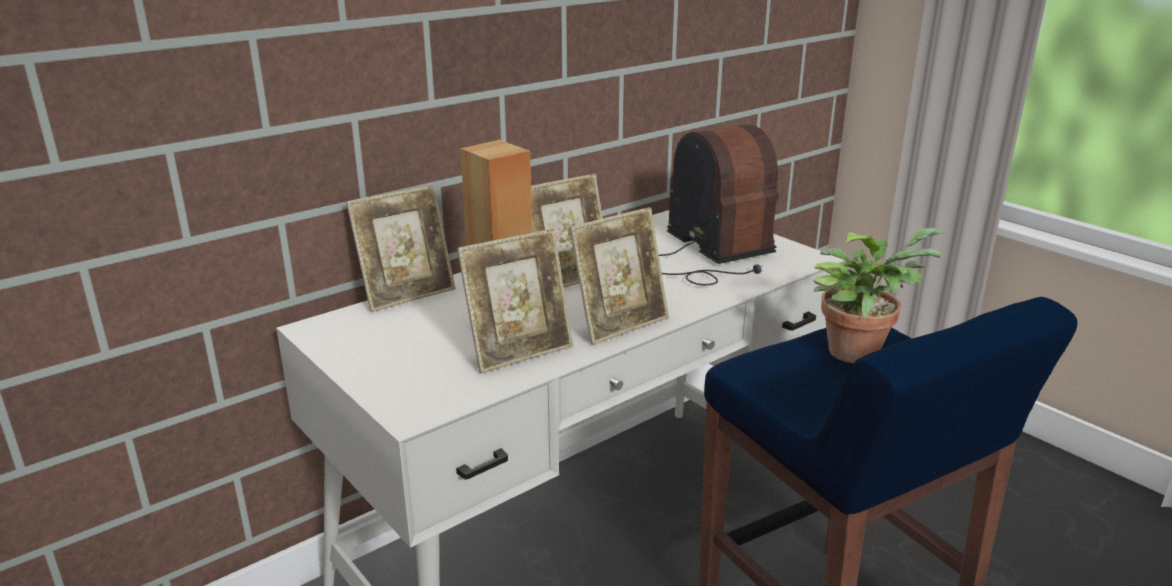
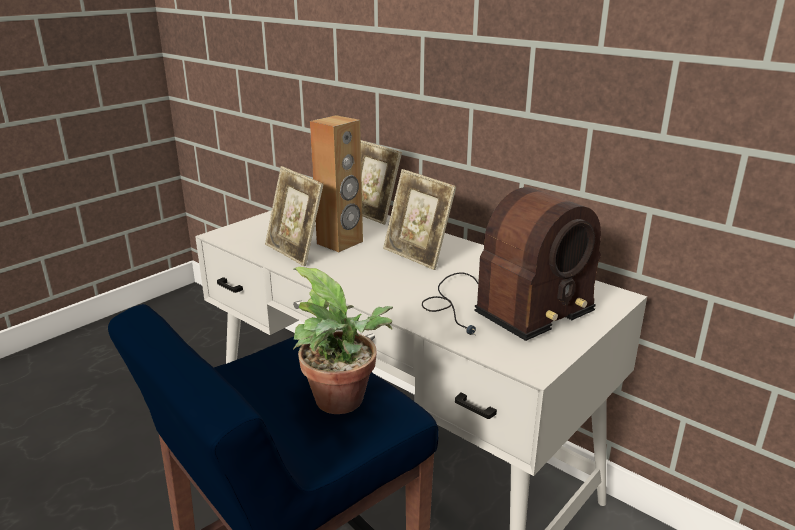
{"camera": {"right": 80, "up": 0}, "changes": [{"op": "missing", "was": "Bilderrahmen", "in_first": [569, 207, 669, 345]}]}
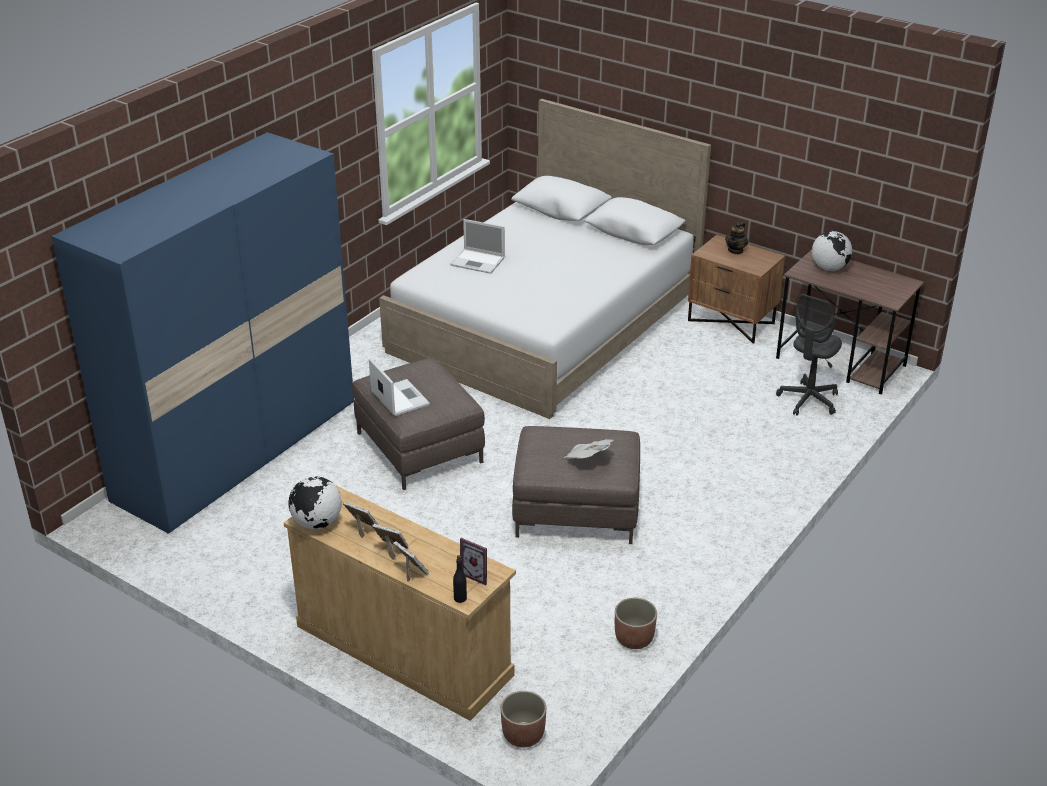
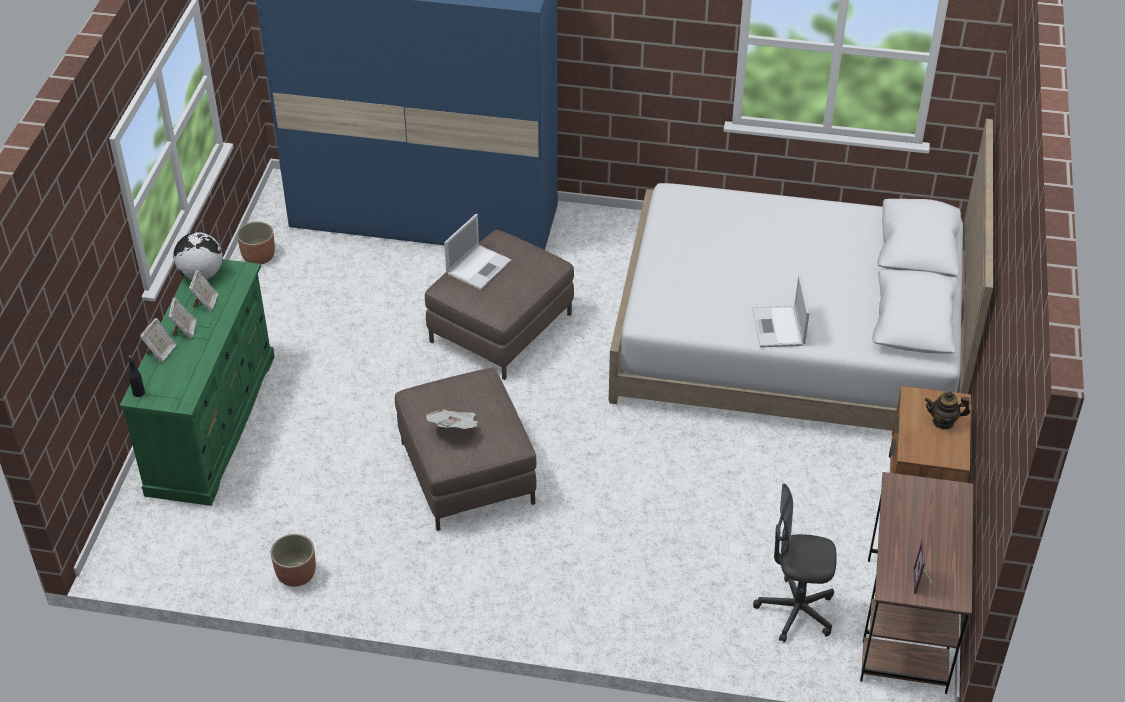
{"camera": {"right": 65, "up": 10}, "changes": [{"op": "missing", "was": "Globus", "in_first": [812, 231, 852, 271]}, {"op": "relocated", "was": "Laptop", "in_first": [450, 219, 505, 274], "in_second": [753, 275, 810, 348]}, {"op": "relocated", "was": "Bilderrahmen", "in_first": [460, 538, 487, 585], "in_second": [913, 539, 933, 594]}, {"op": "relocated", "was": "Pflanzkübel", "in_first": [501, 691, 546, 748], "in_second": [237, 221, 275, 264]}, {"op": "colour", "was": "Kommode [beige]", "now": "Kommode [grün]", "in_first": [284, 485, 516, 721], "in_second": [120, 259, 275, 506]}]}
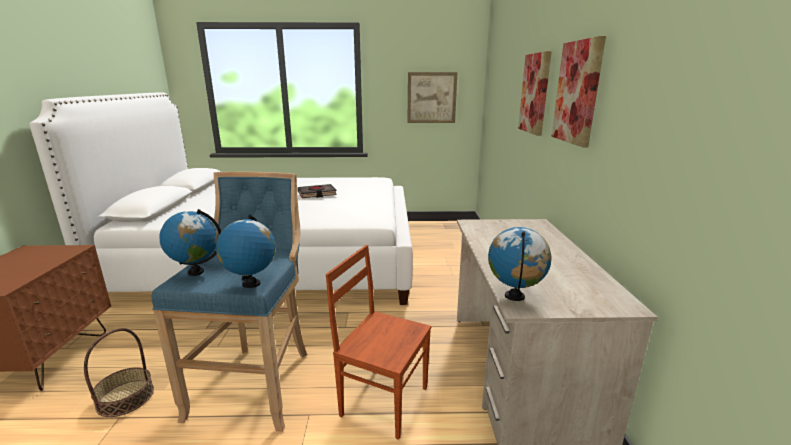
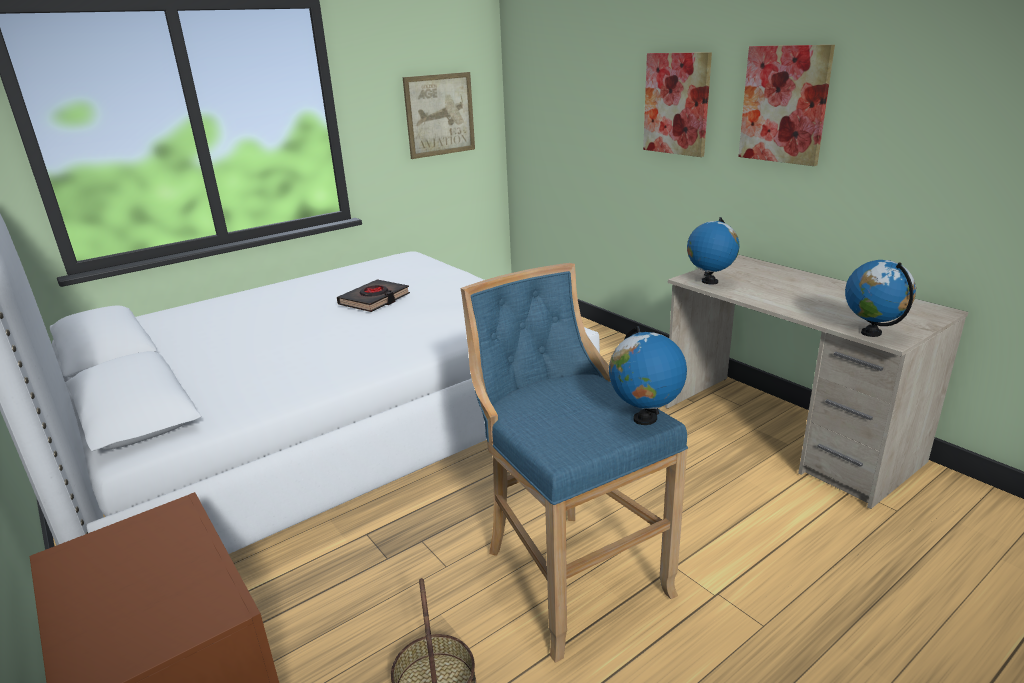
{"camera": {"right": -35, "up": 5}, "changes": [{"op": "missing", "was": "Stuhl [braun]", "in_first": [326, 245, 431, 440]}, {"op": "relocated", "was": "Globus", "in_first": [159, 209, 221, 276], "in_second": [687, 217, 739, 285]}]}
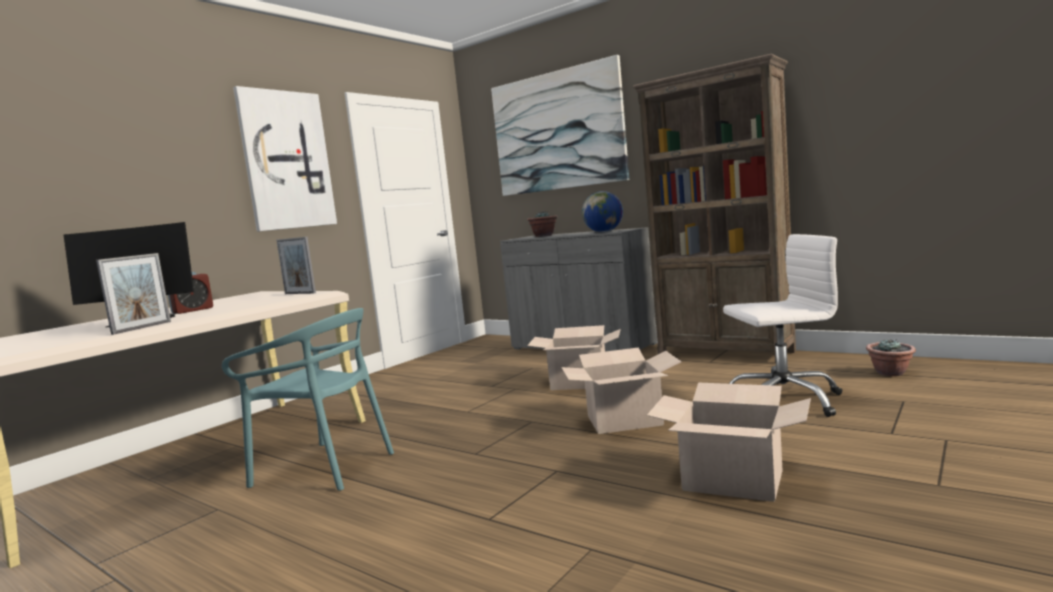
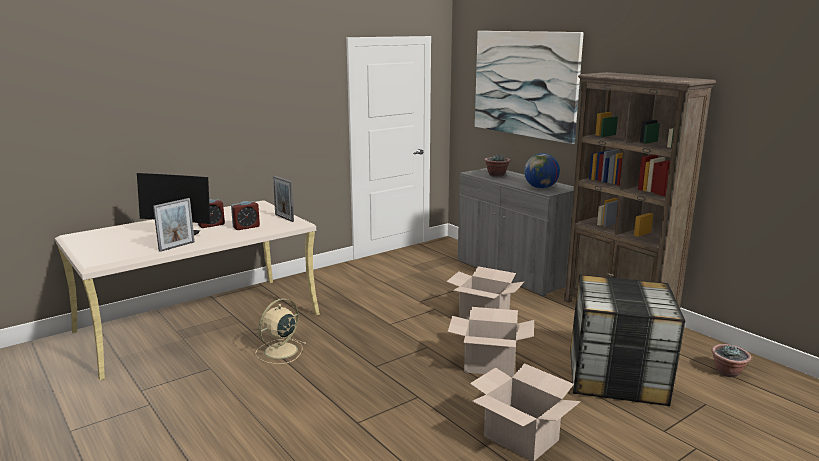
{"camera": {"right": 15, "up": 10}, "changes": [{"op": "missing", "was": "Bild", "in_first": [233, 86, 337, 232]}, {"op": "appeared", "now": "Wecker", "in_second": [231, 201, 260, 230]}, {"op": "exchanged", "was": "Stuhl [türkis]", "now": "Ventilator [beige]", "in_first": [222, 308, 394, 491], "in_second": [255, 298, 306, 364]}, {"op": "exchanged", "was": "Bürostuhl [weiß]", "now": "Aufbewahrungsbox", "in_first": [723, 234, 843, 417], "in_second": [570, 274, 685, 406]}]}
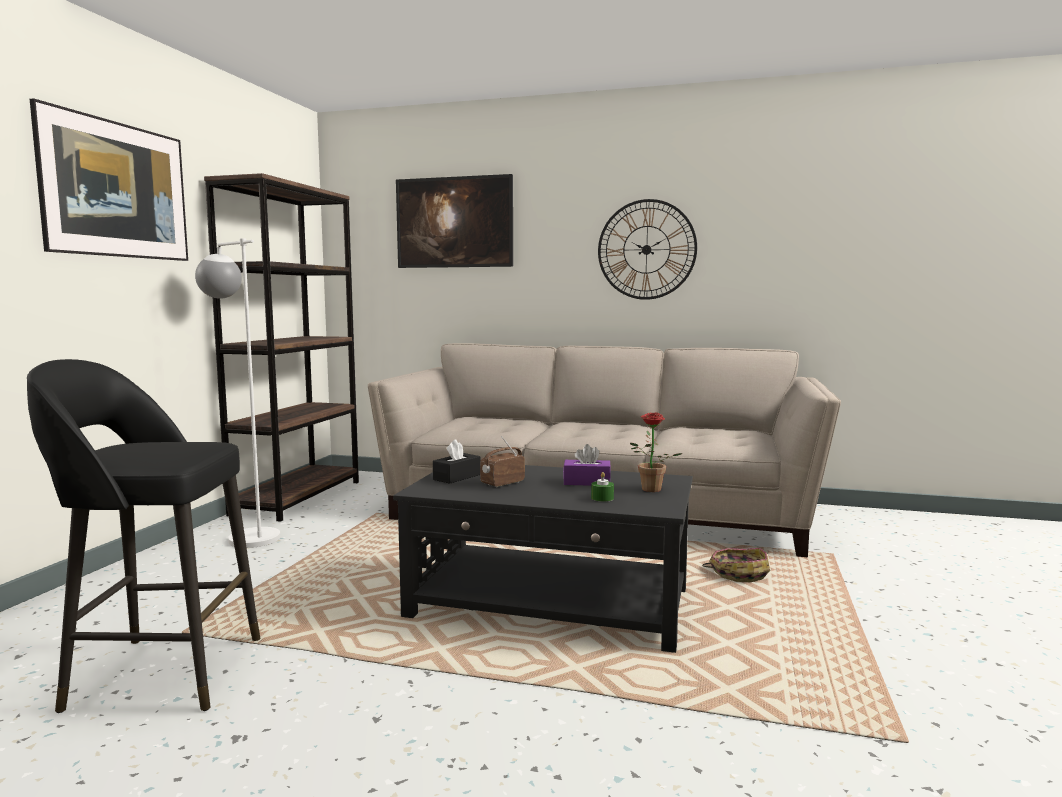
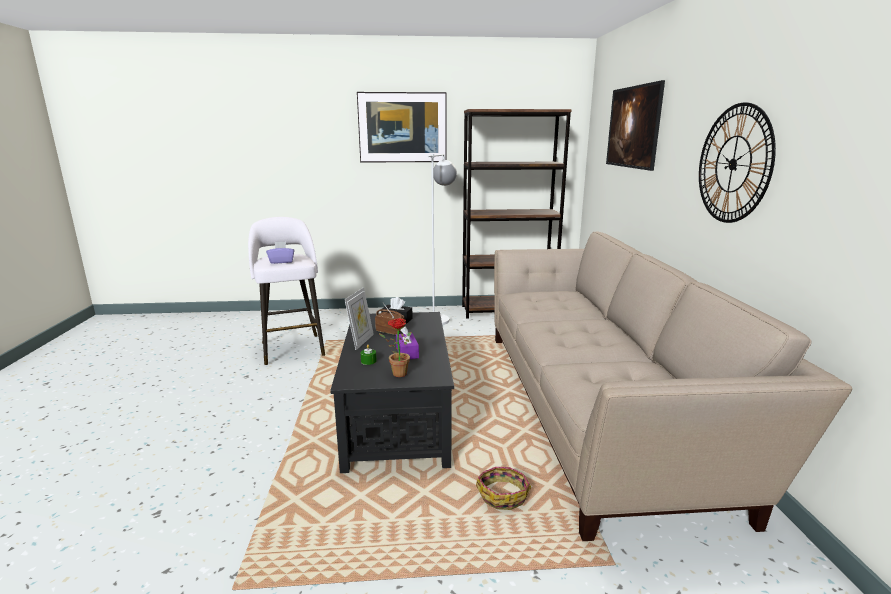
{"camera": {"right": 70, "up": 10}, "changes": [{"op": "appeared", "now": "Taschentuchbox [lila]", "in_second": [266, 241, 295, 264]}, {"op": "appeared", "now": "Bilderrahmen", "in_second": [344, 287, 374, 350]}, {"op": "colour", "was": "Hocker [schwarz]", "now": "Hocker [weiß]", "in_first": [27, 359, 261, 713], "in_second": [248, 217, 325, 365]}]}
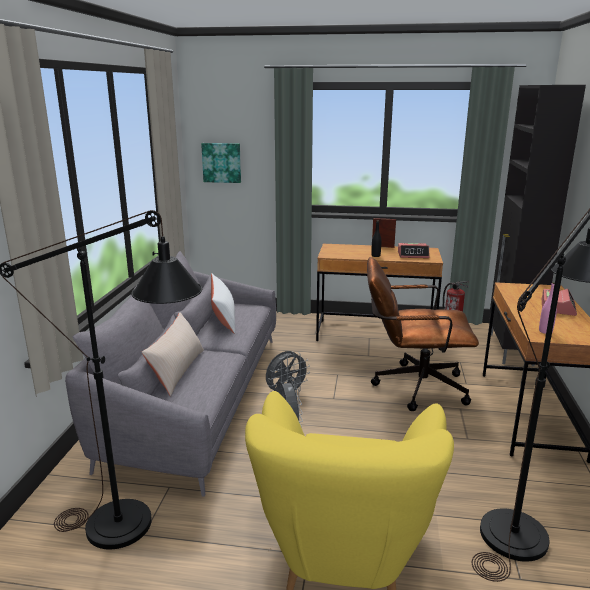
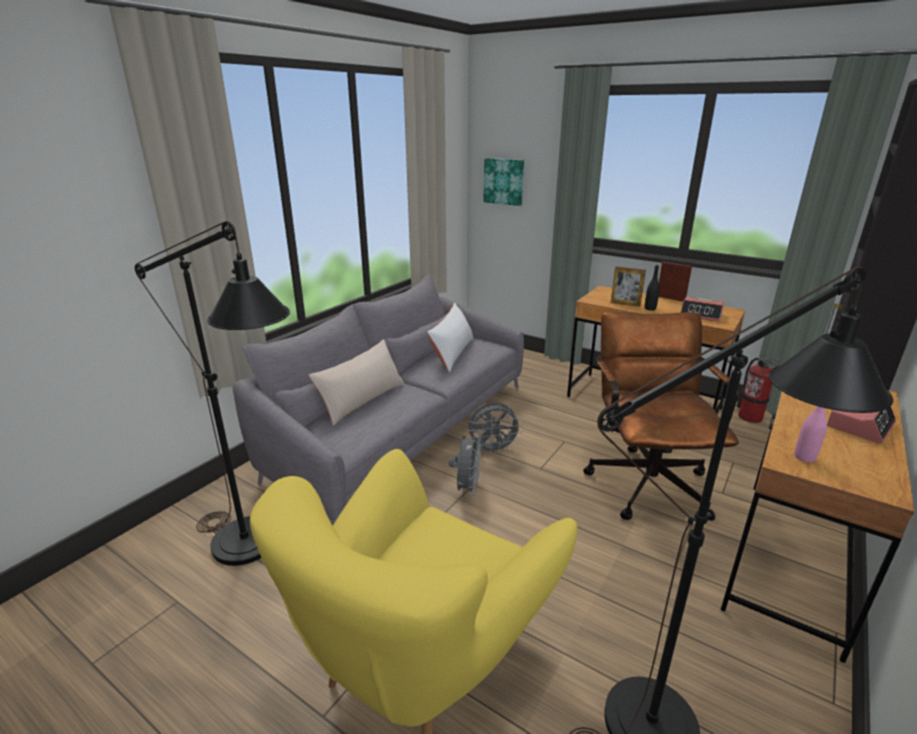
{"camera": {"right": 25, "up": 5}, "changes": [{"op": "appeared", "now": "Bilderrahmen", "in_second": [611, 267, 646, 307]}, {"op": "spun", "was": "Bürostuhl [braun]", "in_first": [367, 257, 479, 411], "in_second": [583, 312, 739, 520], "clockwise": 60}]}
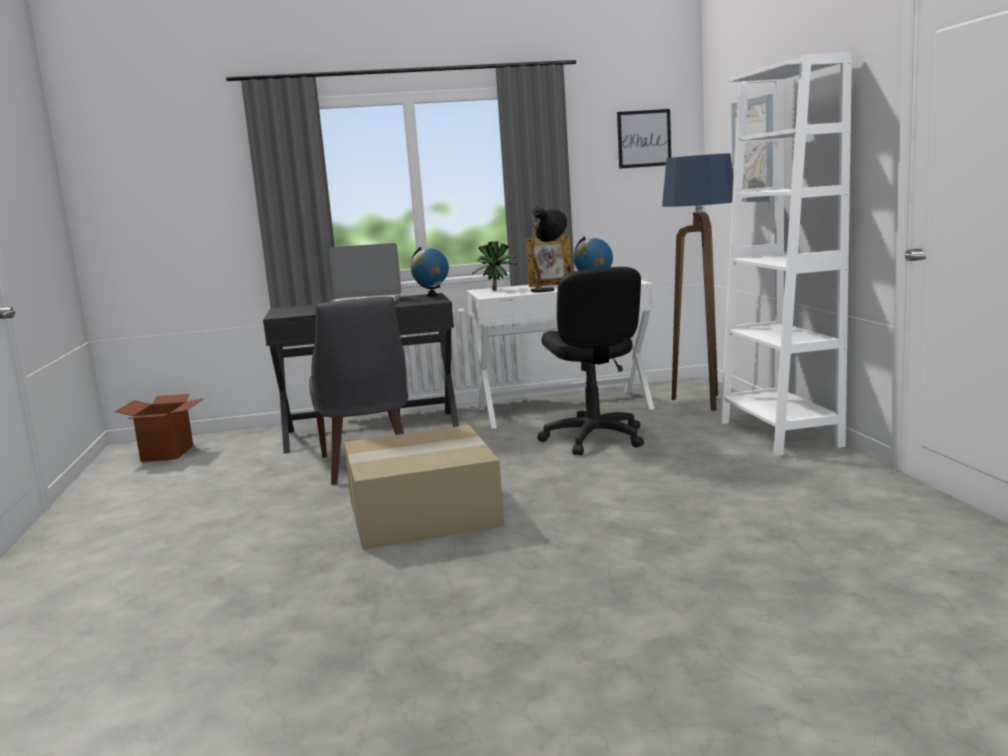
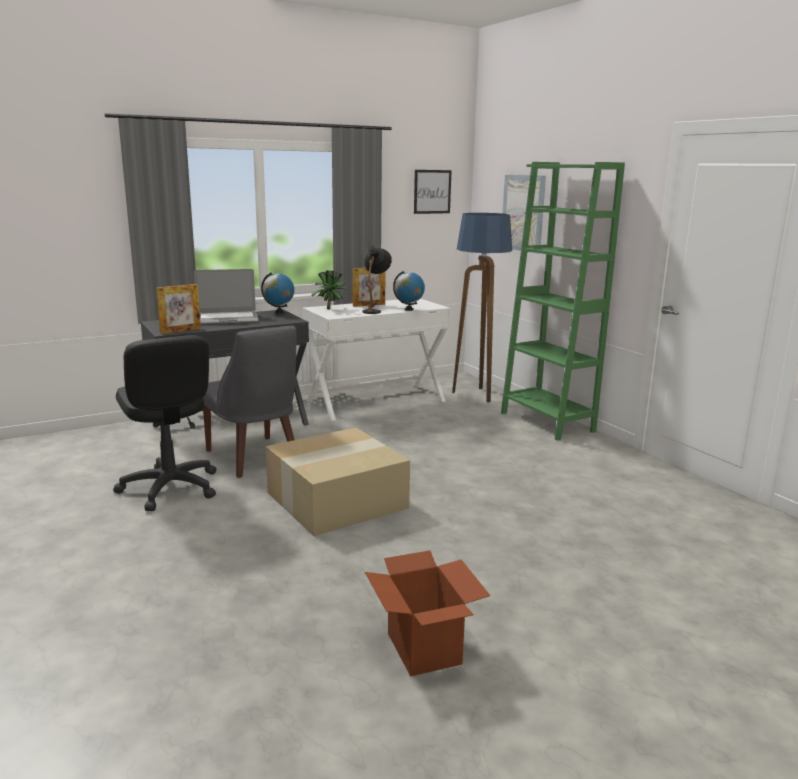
{"camera": {"right": -20, "up": 5}, "changes": [{"op": "appeared", "now": "Bilderrahmen", "in_second": [156, 284, 201, 334]}, {"op": "relocated", "was": "Karton", "in_first": [115, 394, 204, 462], "in_second": [365, 550, 491, 676]}, {"op": "relocated", "was": "Bürostuhl [schwarz]", "in_first": [538, 267, 644, 455], "in_second": [113, 335, 217, 511]}, {"op": "colour", "was": "Bücherregal [weiß]", "now": "Bücherregal [grün]", "in_first": [720, 52, 852, 456], "in_second": [501, 162, 625, 440]}]}
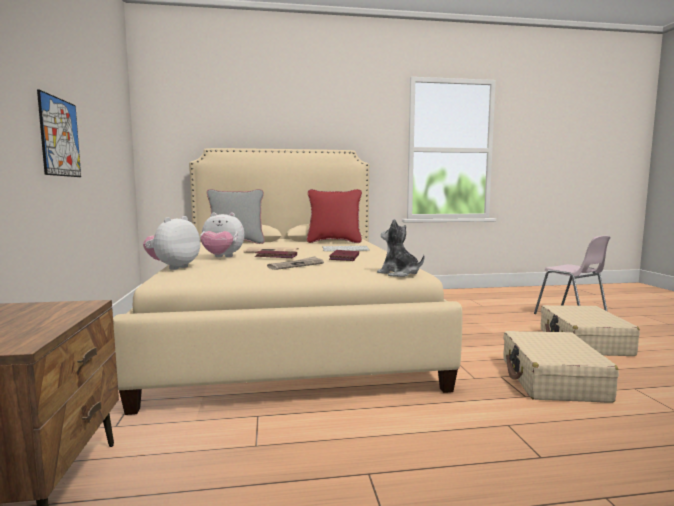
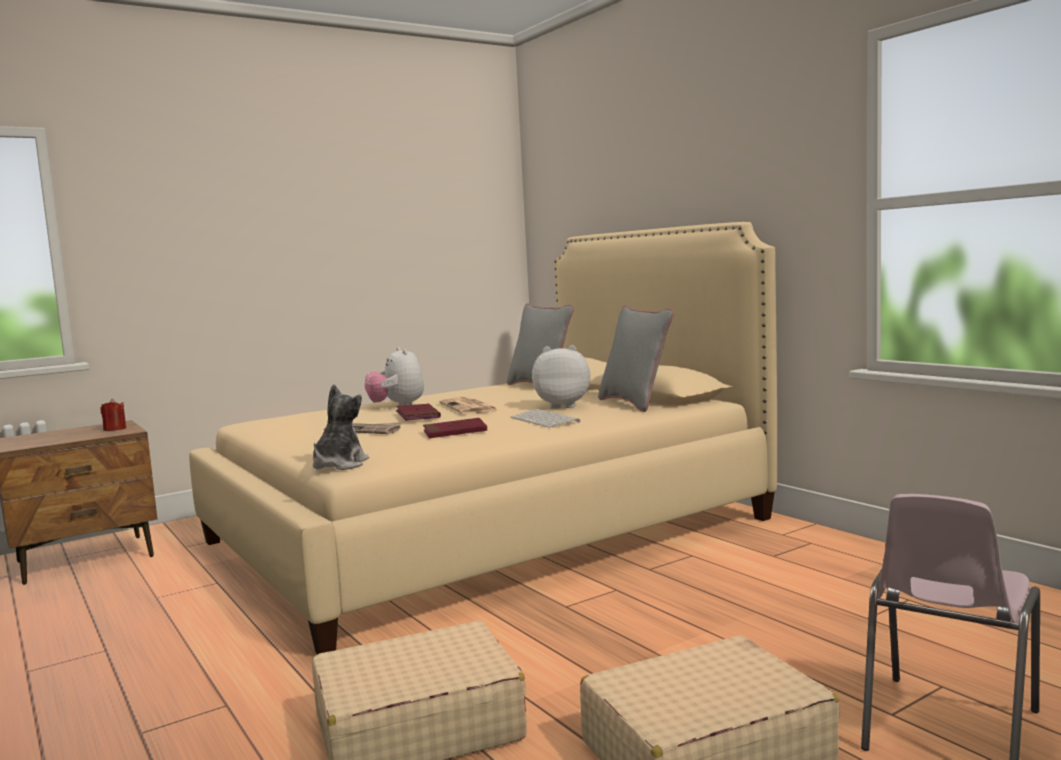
{"camera": {"right": 65, "up": 0}, "changes": [{"op": "missing", "was": "Bild", "in_first": [37, 89, 81, 177]}, {"op": "appeared", "now": "Kerze [rot]", "in_second": [100, 399, 126, 431]}, {"op": "relocated", "was": "Plüschtier", "in_first": [143, 216, 200, 270], "in_second": [532, 345, 590, 409]}, {"op": "colour", "was": "Kissen [rot]", "now": "Kissen [grau]", "in_first": [307, 189, 362, 243], "in_second": [598, 305, 674, 412]}]}
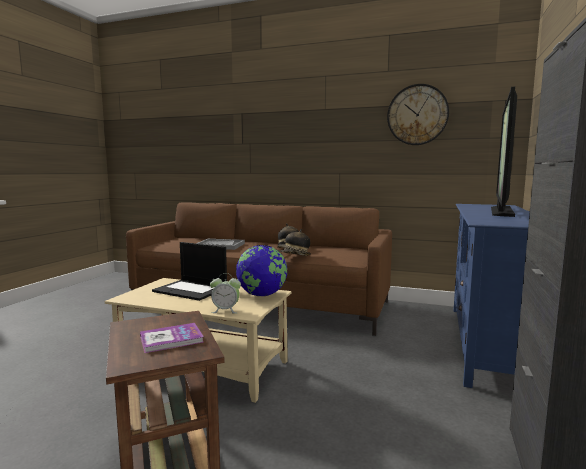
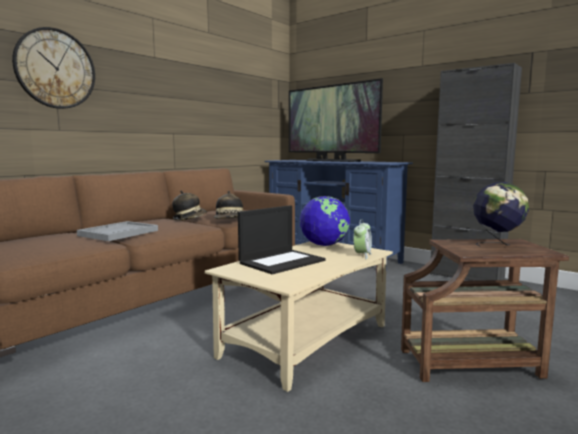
{"camera": {"right": -70, "up": 0}, "changes": [{"op": "relocated", "was": "Wanduhr", "in_first": [387, 84, 449, 145], "in_second": [12, 27, 95, 109]}, {"op": "exchanged", "was": "Buch", "now": "Globus", "in_first": [140, 323, 204, 353], "in_second": [473, 182, 529, 247]}]}
